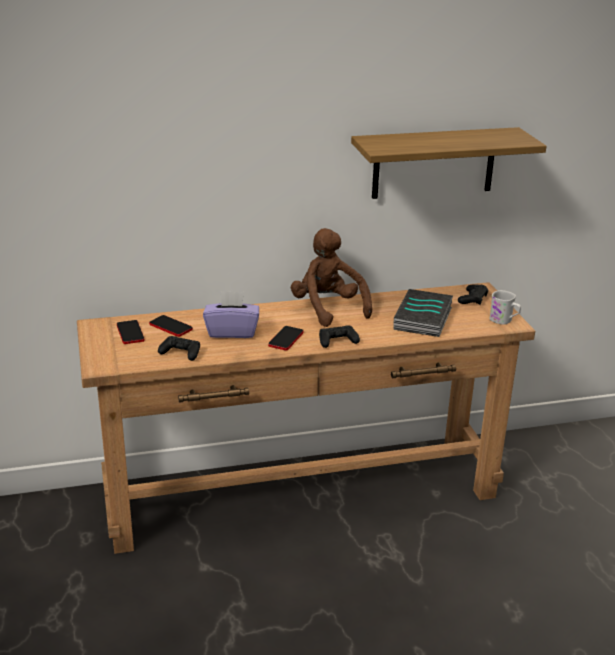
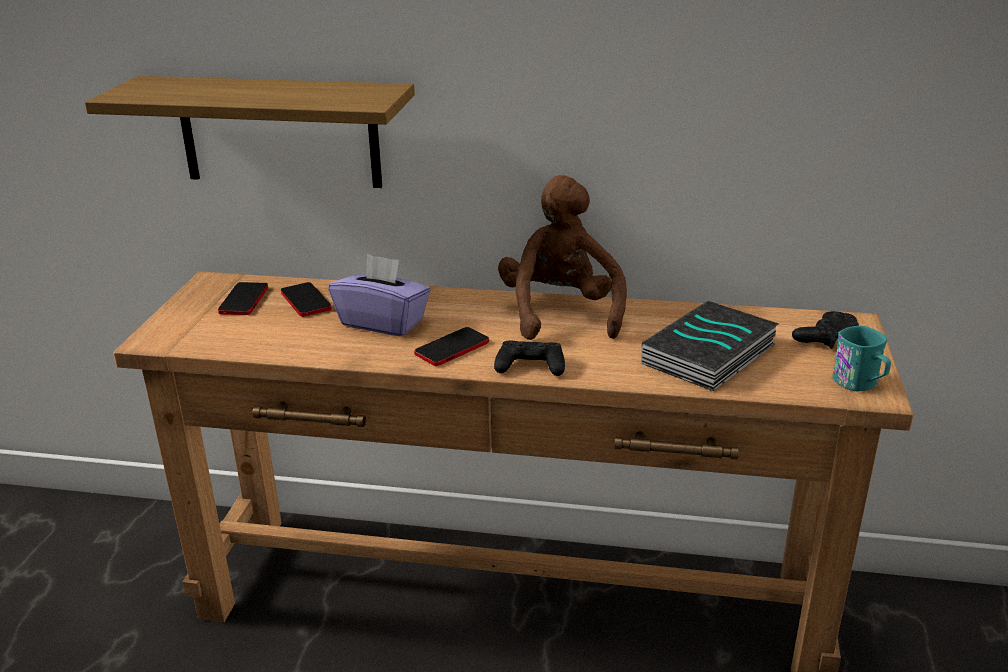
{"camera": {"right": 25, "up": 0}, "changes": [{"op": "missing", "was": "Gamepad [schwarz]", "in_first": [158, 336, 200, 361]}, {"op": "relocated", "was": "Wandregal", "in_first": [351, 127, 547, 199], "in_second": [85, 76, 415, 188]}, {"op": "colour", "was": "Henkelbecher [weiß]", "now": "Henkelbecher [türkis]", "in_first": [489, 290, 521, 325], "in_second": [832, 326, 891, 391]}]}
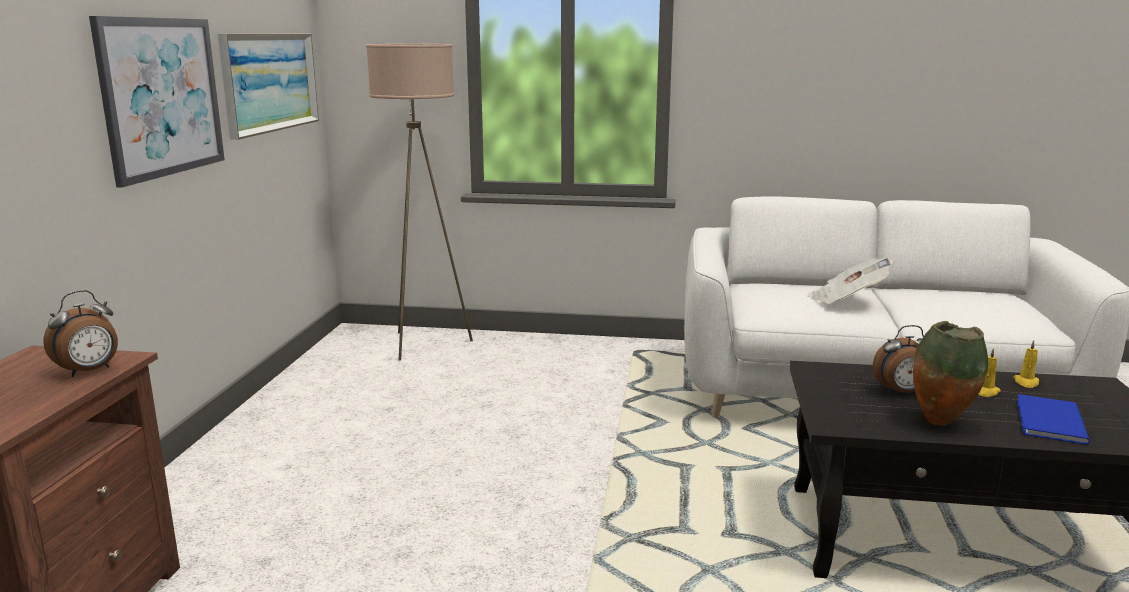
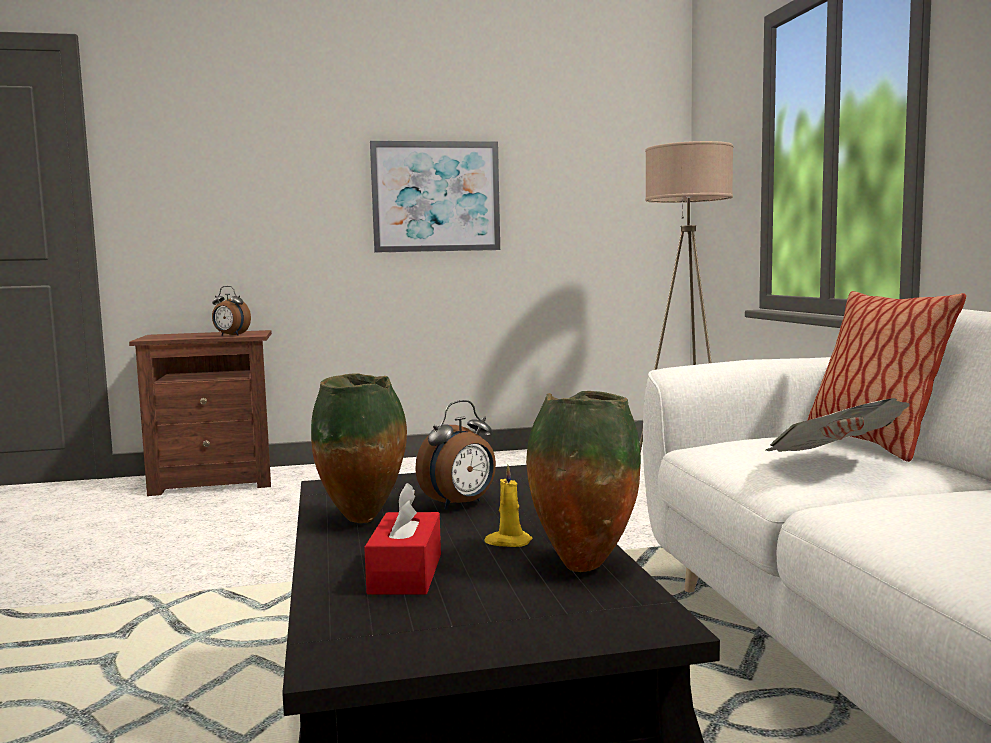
{"camera": {"right": 70, "up": -10}, "changes": [{"op": "missing", "was": "Bild", "in_first": [218, 34, 319, 140]}, {"op": "appeared", "now": "Kissen", "in_second": [807, 291, 966, 462]}, {"op": "exchanged", "was": "Kerze [gelb]", "now": "Vase", "in_first": [1014, 340, 1039, 388], "in_second": [526, 391, 641, 572]}, {"op": "exchanged", "was": "Buch [blau]", "now": "Taschentuchbox [rot]", "in_first": [1017, 394, 1090, 445], "in_second": [364, 483, 441, 595]}, {"op": "spun", "was": "Wecker", "in_first": [873, 325, 924, 394], "in_second": [415, 400, 496, 510], "clockwise": -105}]}
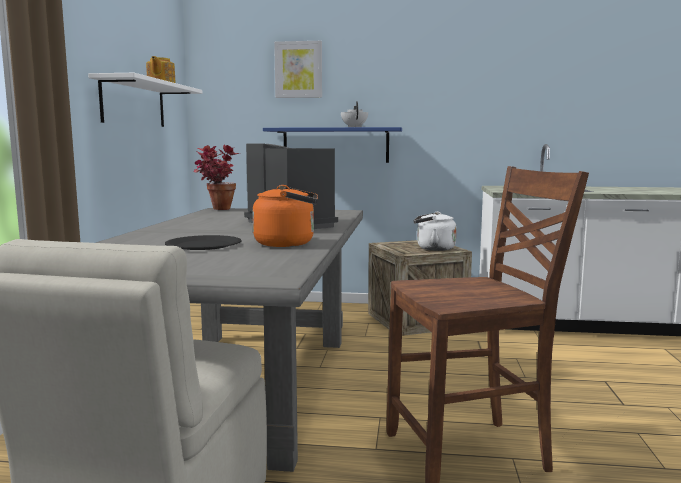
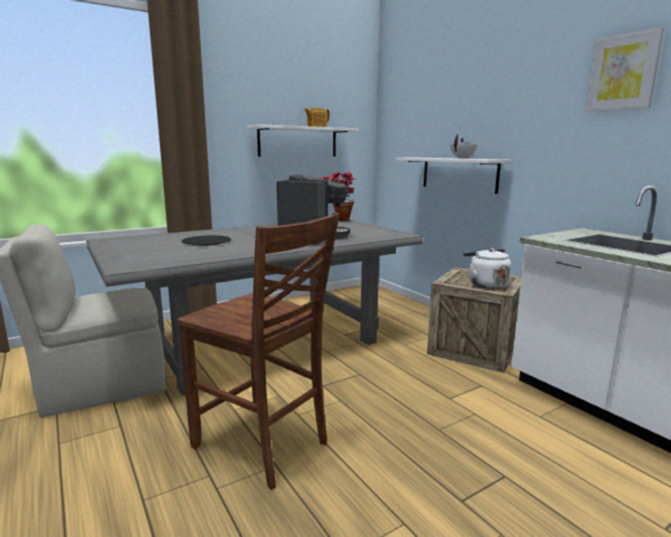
{"camera": {"right": 50, "up": 5}, "changes": [{"op": "missing", "was": "Wasserkessel [orange]", "in_first": [253, 185, 318, 247]}, {"op": "relocated", "was": "Bild", "in_first": [274, 41, 322, 98], "in_second": [586, 27, 664, 112]}, {"op": "colour", "was": "Wandregal [blau]", "now": "Wandregal [weiß]", "in_first": [263, 127, 402, 163], "in_second": [396, 158, 512, 194]}]}
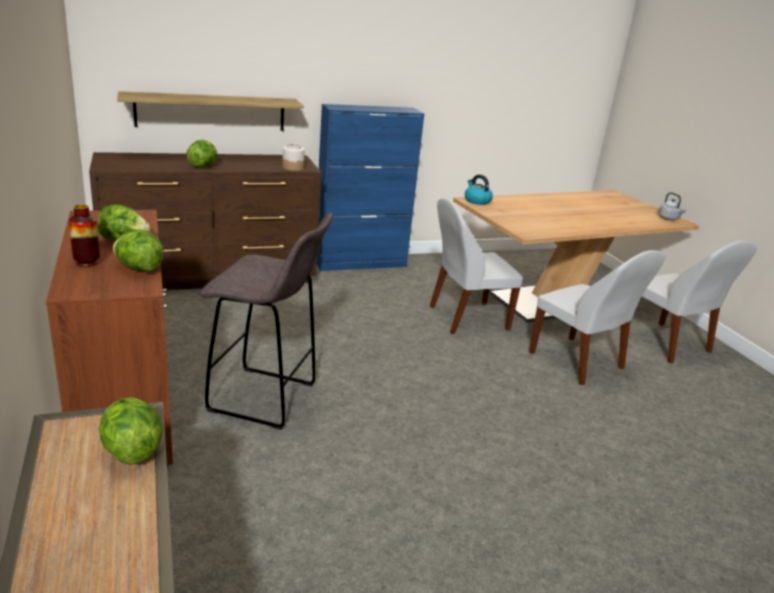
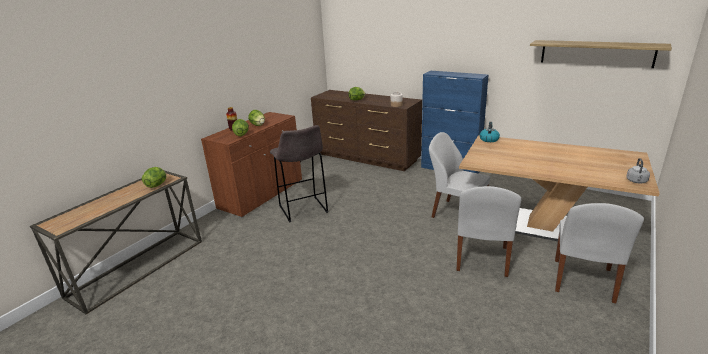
{"camera": {"right": 55, "up": 0}, "changes": [{"op": "relocated", "was": "Wandregal", "in_first": [117, 91, 304, 131], "in_second": [530, 40, 672, 68]}]}
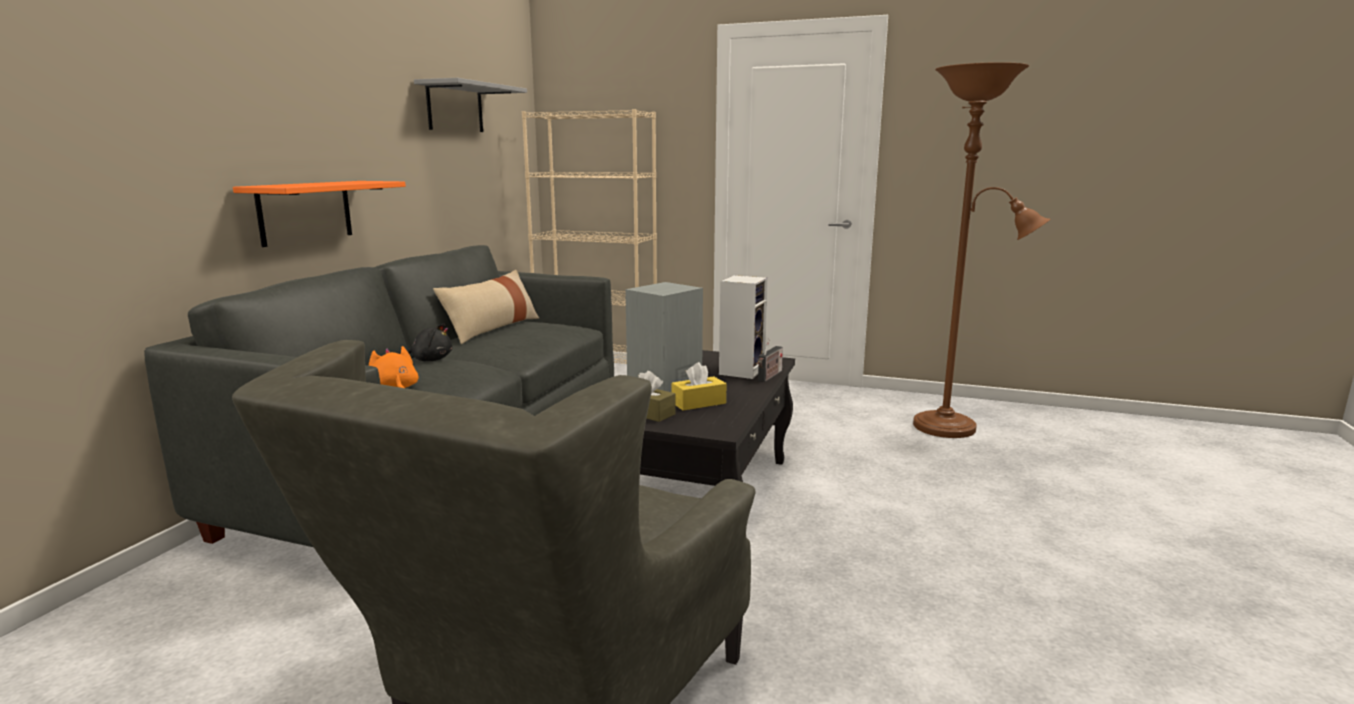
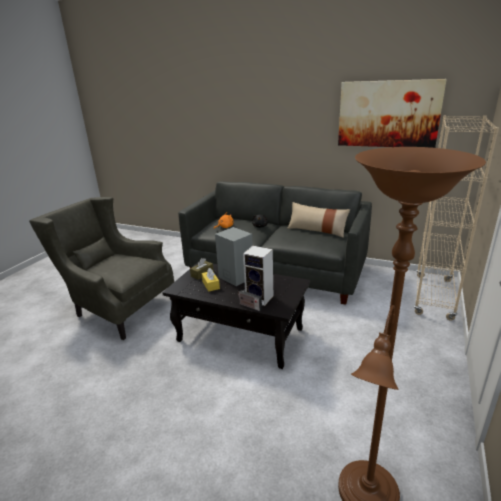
{"camera": {"right": 95, "up": 10}, "changes": [{"op": "missing", "was": "Wandregal [orange]", "in_first": [233, 181, 406, 247]}, {"op": "exchanged", "was": "Wandregal [grau]", "now": "Bild", "in_first": [414, 78, 527, 132], "in_second": [338, 79, 447, 148]}]}
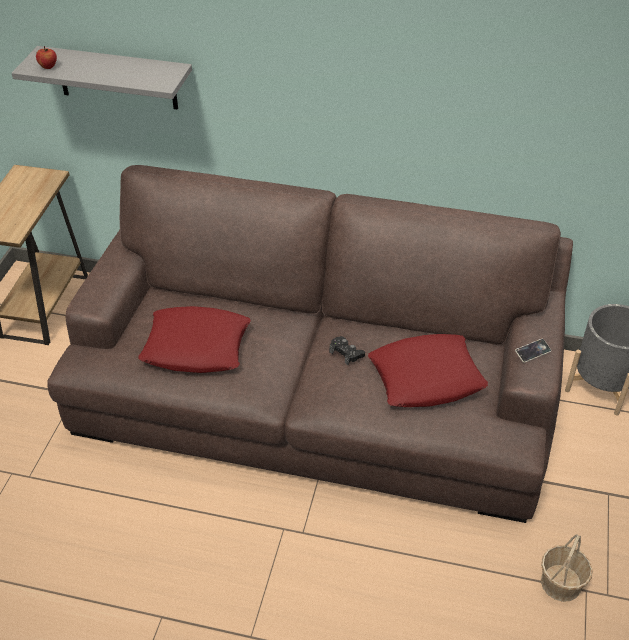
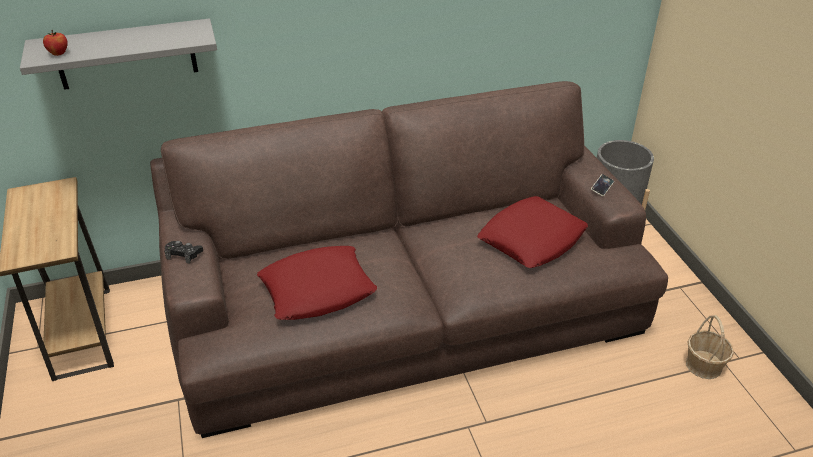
{"camera": {"right": -30, "up": -5}, "changes": [{"op": "relocated", "was": "Gamepad [schwarz]", "in_first": [329, 336, 365, 365], "in_second": [164, 241, 203, 264]}]}
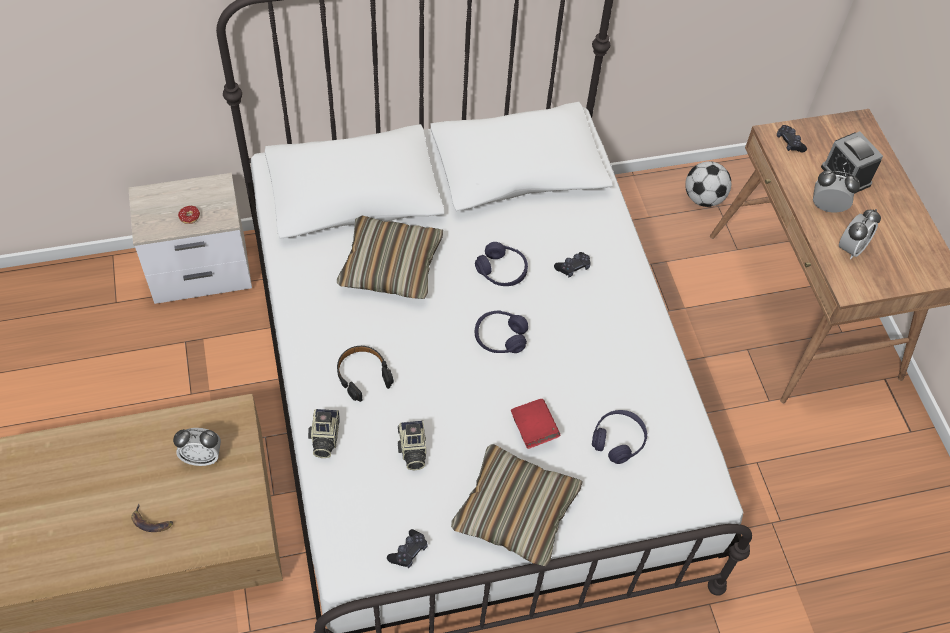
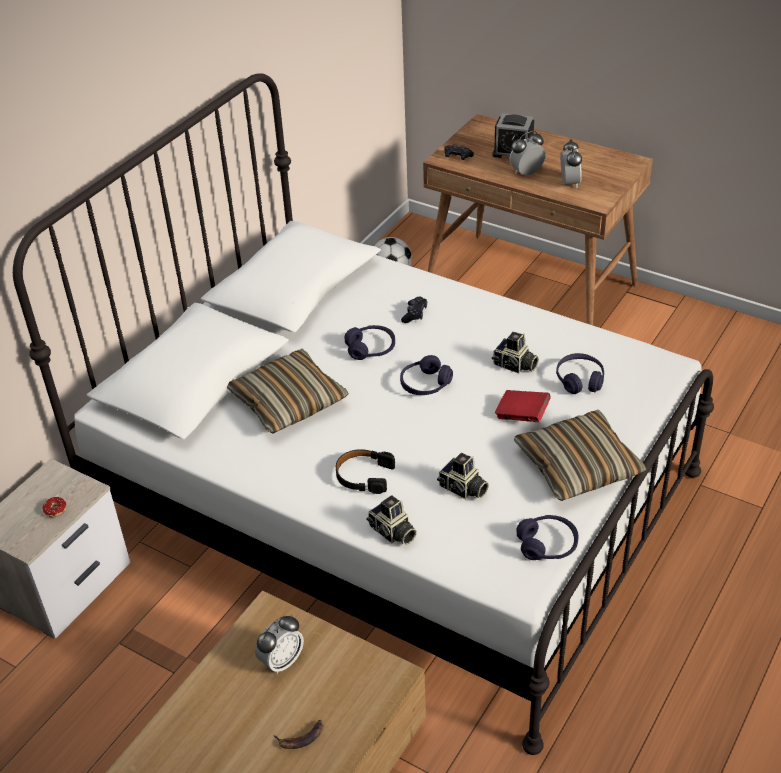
{"camera": {"right": -40, "up": -15}, "changes": [{"op": "appeared", "now": "Kamera", "in_second": [492, 332, 539, 373]}, {"op": "exchanged", "was": "Gamepad [schwarz]", "now": "Kopfhörer [lila]", "in_first": [387, 529, 428, 568], "in_second": [516, 515, 578, 560]}]}
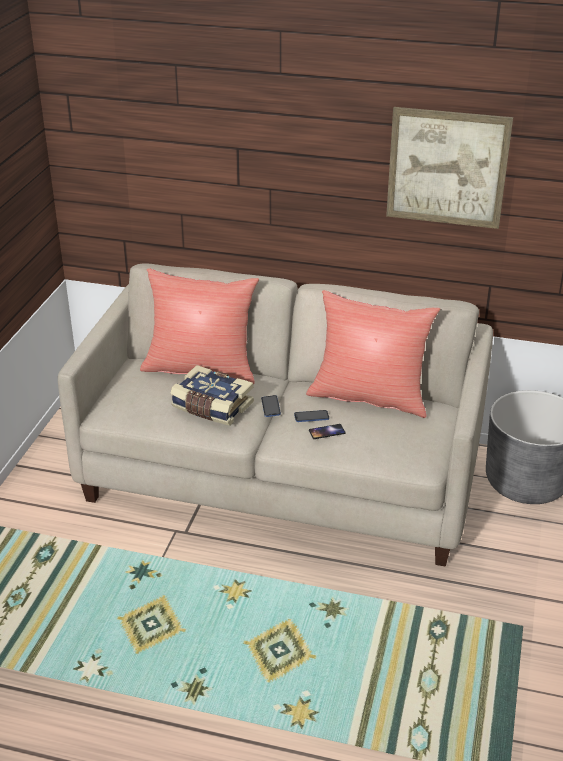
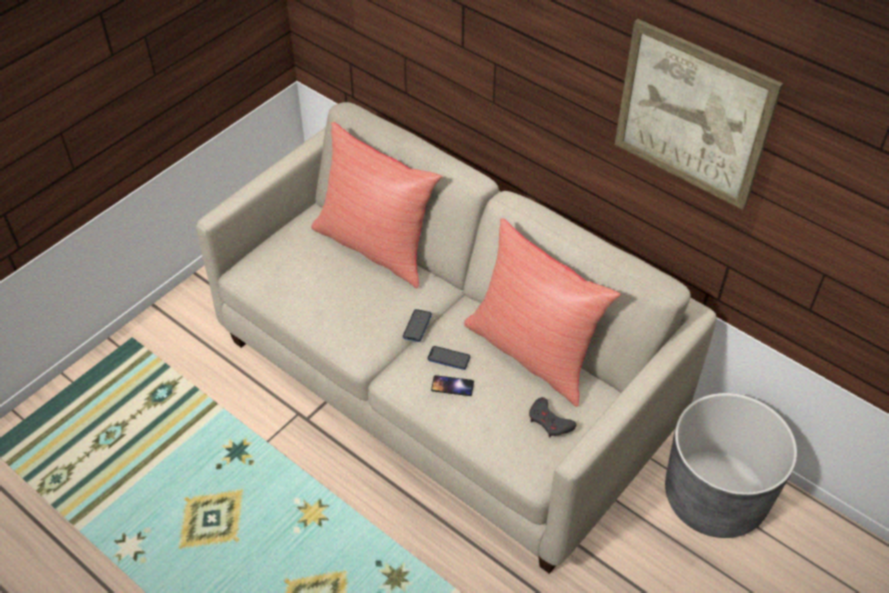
{"camera": {"right": 25, "up": 15}, "changes": [{"op": "missing", "was": "Buch", "in_first": [170, 365, 254, 426]}, {"op": "appeared", "now": "Gamepad [grau]", "in_second": [529, 397, 576, 437]}]}
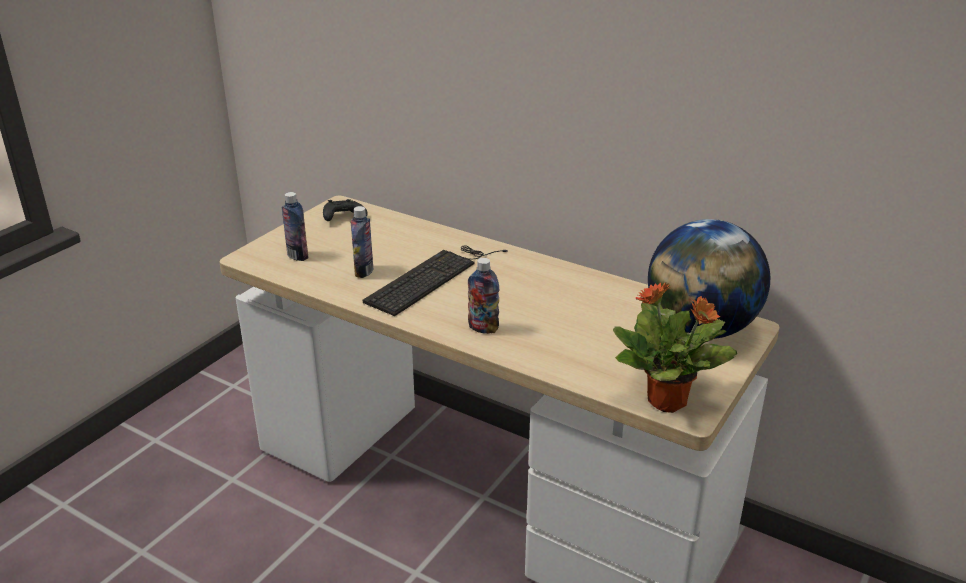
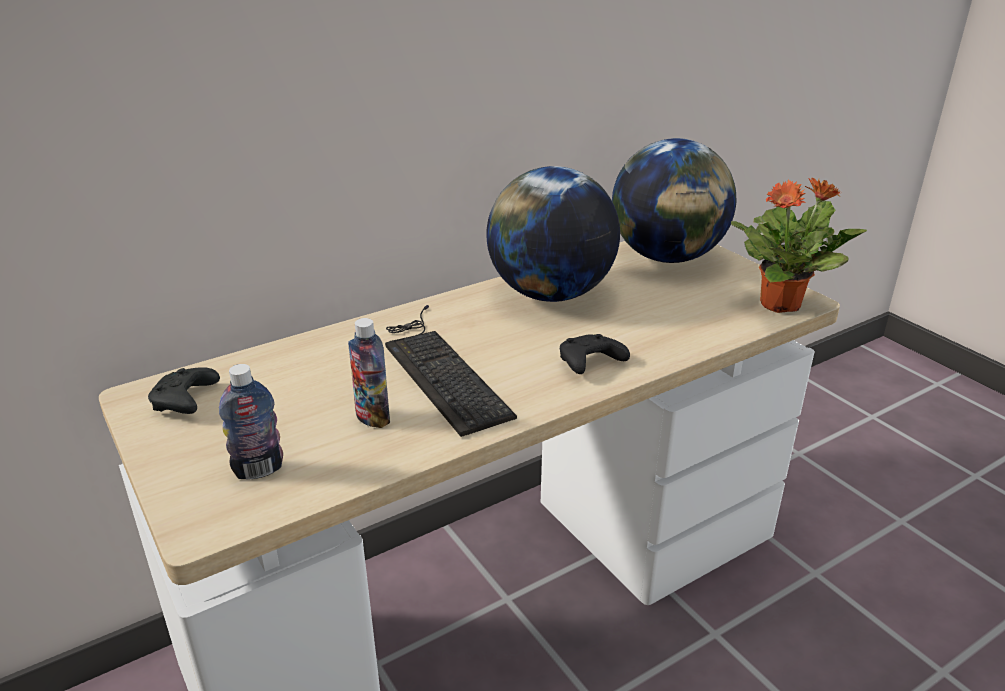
{"camera": {"right": -65, "up": 0}, "changes": [{"op": "appeared", "now": "Globus", "in_second": [486, 166, 620, 302]}, {"op": "exchanged", "was": "Flasche", "now": "Gamepad [schwarz]", "in_first": [468, 258, 499, 334], "in_second": [560, 334, 630, 374]}]}
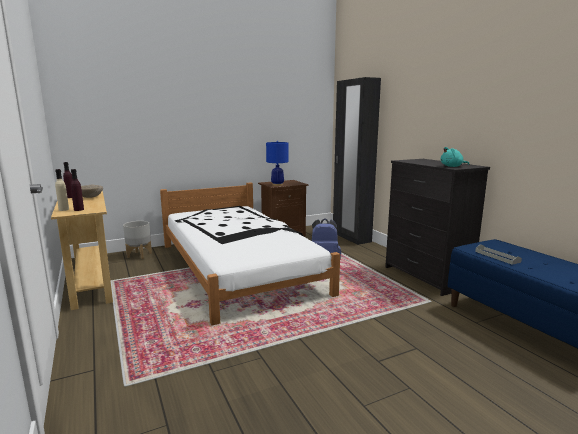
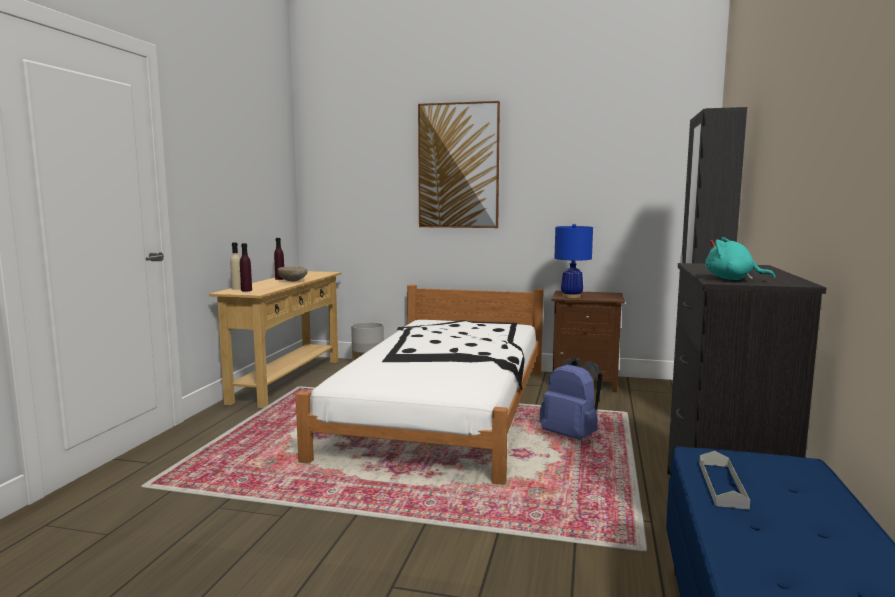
{"camera": {"right": 40, "up": -5}, "changes": [{"op": "appeared", "now": "Bild", "in_second": [418, 101, 500, 228]}]}
